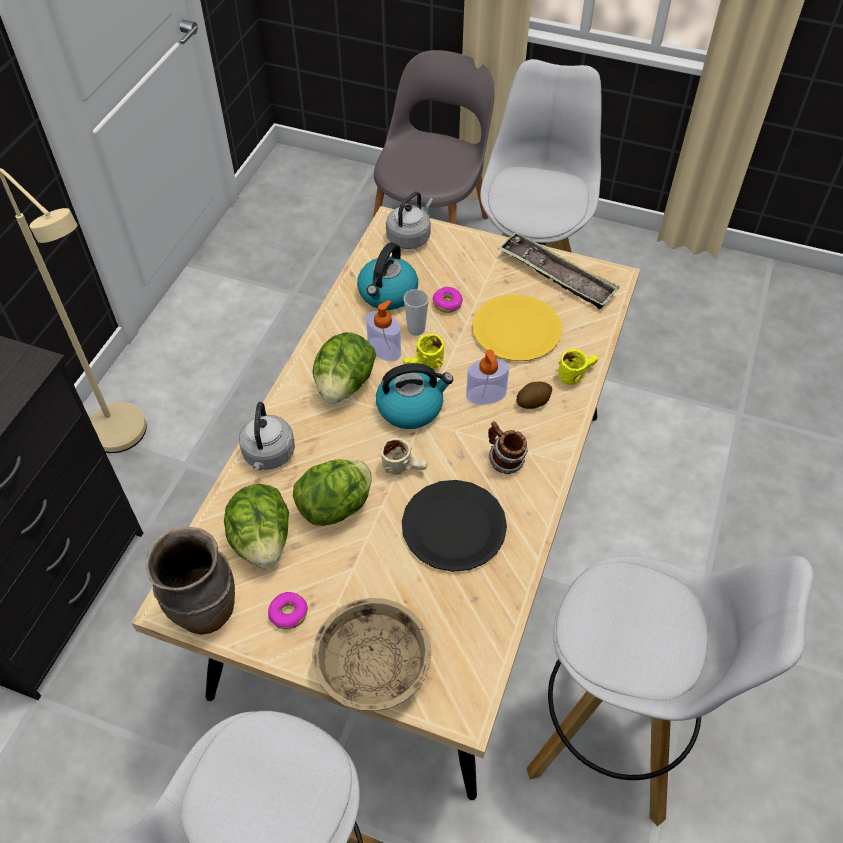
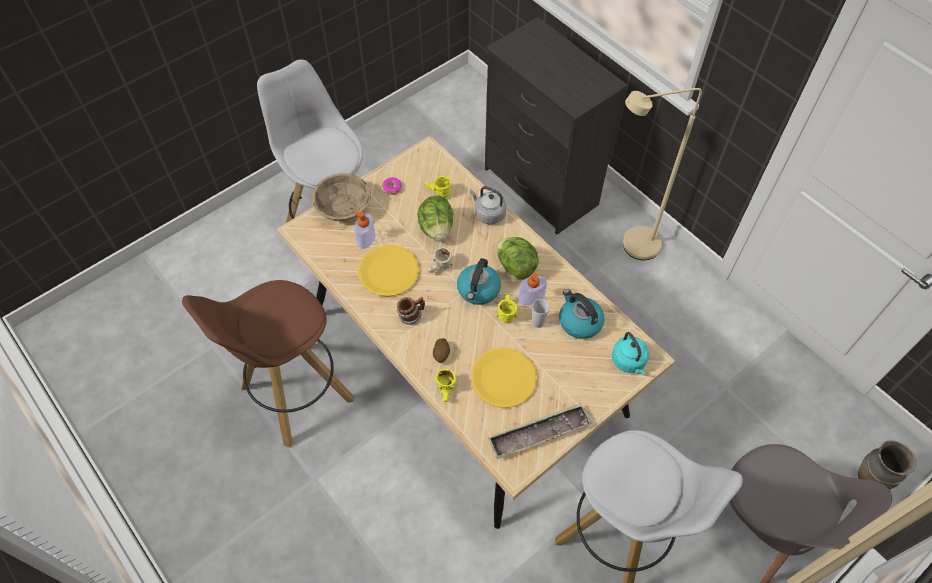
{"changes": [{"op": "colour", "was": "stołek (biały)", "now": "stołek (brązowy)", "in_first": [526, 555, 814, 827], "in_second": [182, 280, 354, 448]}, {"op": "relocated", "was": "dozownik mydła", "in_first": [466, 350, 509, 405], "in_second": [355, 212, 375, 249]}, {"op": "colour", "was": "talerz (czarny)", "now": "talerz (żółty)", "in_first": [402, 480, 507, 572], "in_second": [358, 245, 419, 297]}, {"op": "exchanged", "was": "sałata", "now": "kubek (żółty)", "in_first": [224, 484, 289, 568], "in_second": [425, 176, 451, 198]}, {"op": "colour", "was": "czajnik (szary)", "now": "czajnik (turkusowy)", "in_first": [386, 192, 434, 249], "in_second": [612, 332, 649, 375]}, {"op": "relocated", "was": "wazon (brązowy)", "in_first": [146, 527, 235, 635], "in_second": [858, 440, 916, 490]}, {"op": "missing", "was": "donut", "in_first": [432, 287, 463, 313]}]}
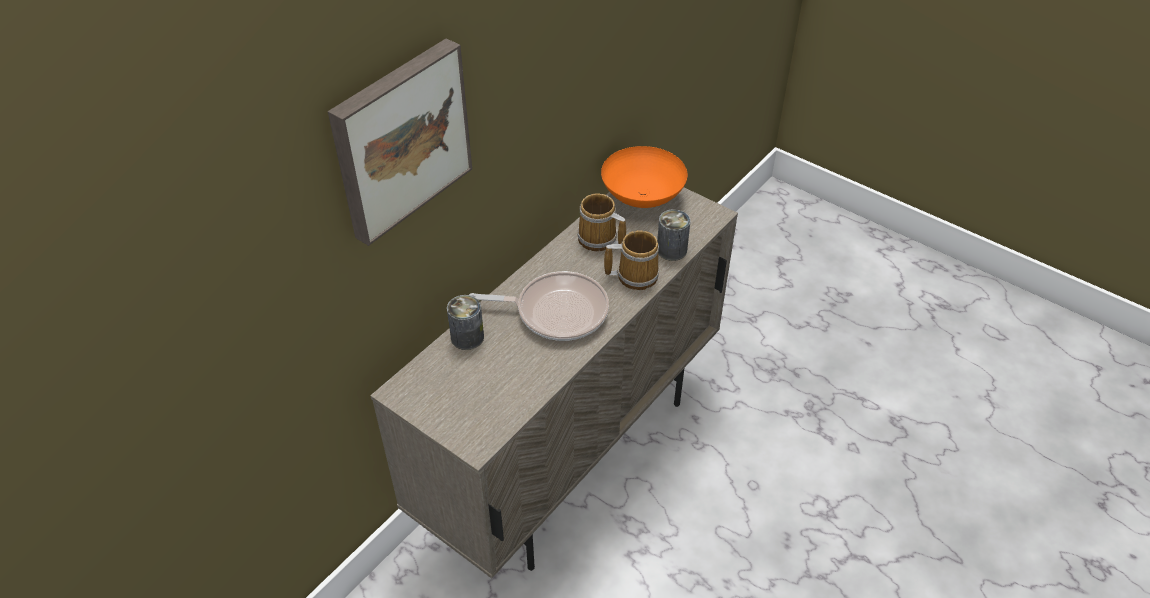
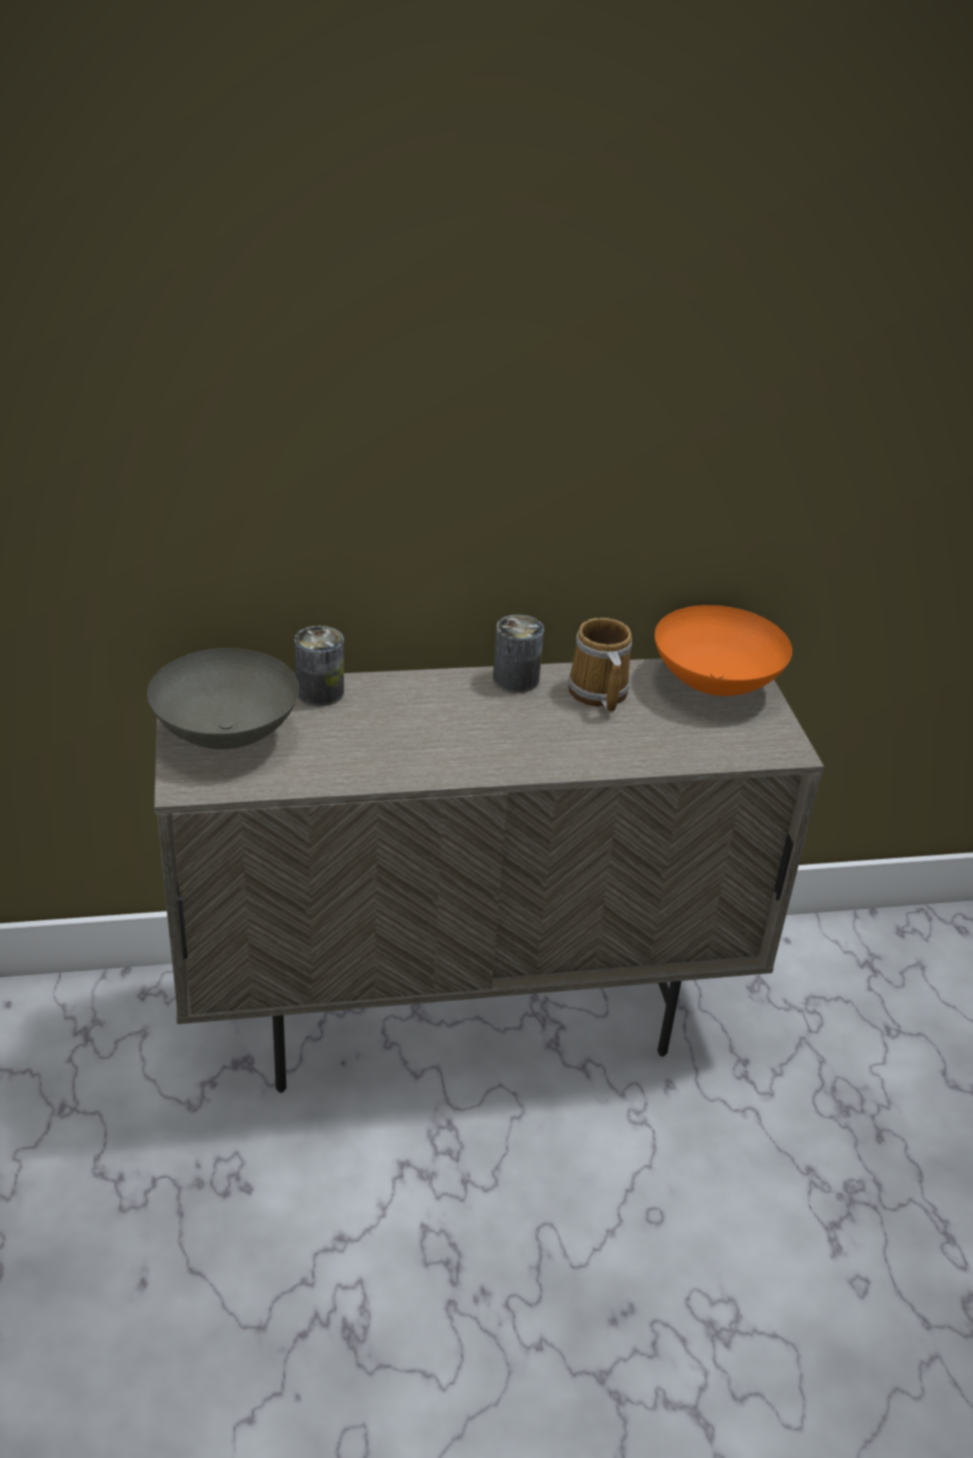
{"changes": [{"op": "appeared", "now": "miska (szary)", "in_second": [147, 648, 299, 749]}, {"op": "relocated", "was": "puszka", "in_first": [657, 209, 691, 261], "in_second": [493, 615, 544, 693]}, {"op": "missing", "was": "obraz", "in_first": [328, 38, 472, 246]}, {"op": "missing", "was": "patelnia", "in_first": [469, 271, 609, 341]}, {"op": "missing", "was": "kubek", "in_first": [604, 230, 659, 290]}]}
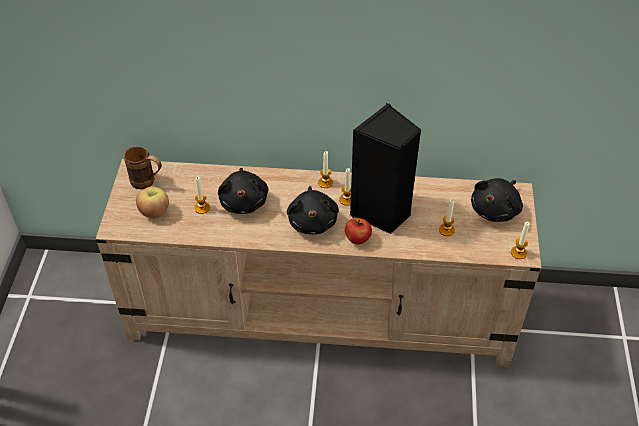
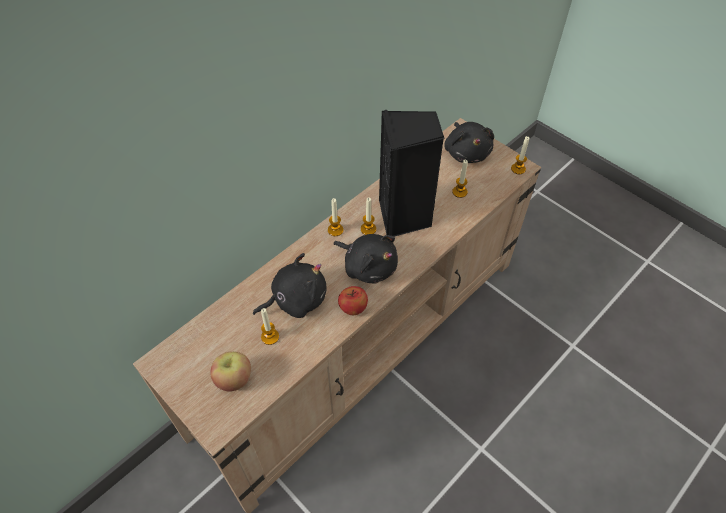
{"changes": [{"op": "spun", "was": "pluszak (czarny)", "in_first": [218, 168, 268, 214], "in_second": [253, 253, 327, 318], "clockwise": -60}, {"op": "relocated", "was": "jabłko", "in_first": [345, 218, 372, 245], "in_second": [338, 286, 368, 315]}, {"op": "missing", "was": "kubek (brązowy)", "in_first": [124, 146, 162, 189]}]}
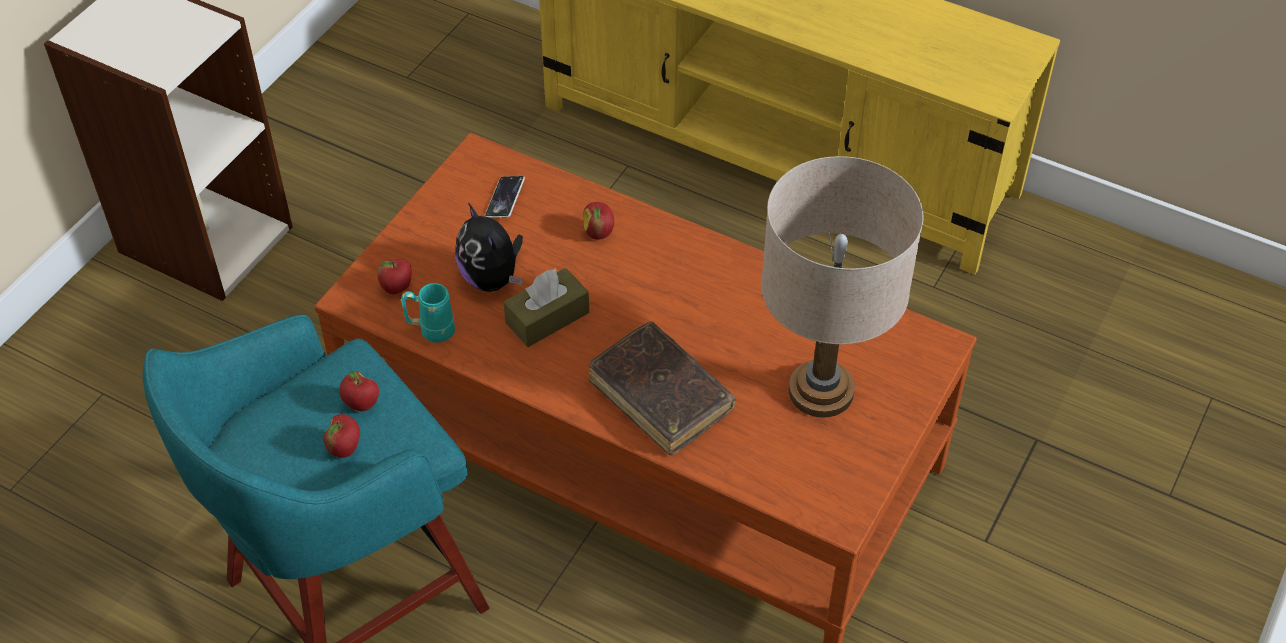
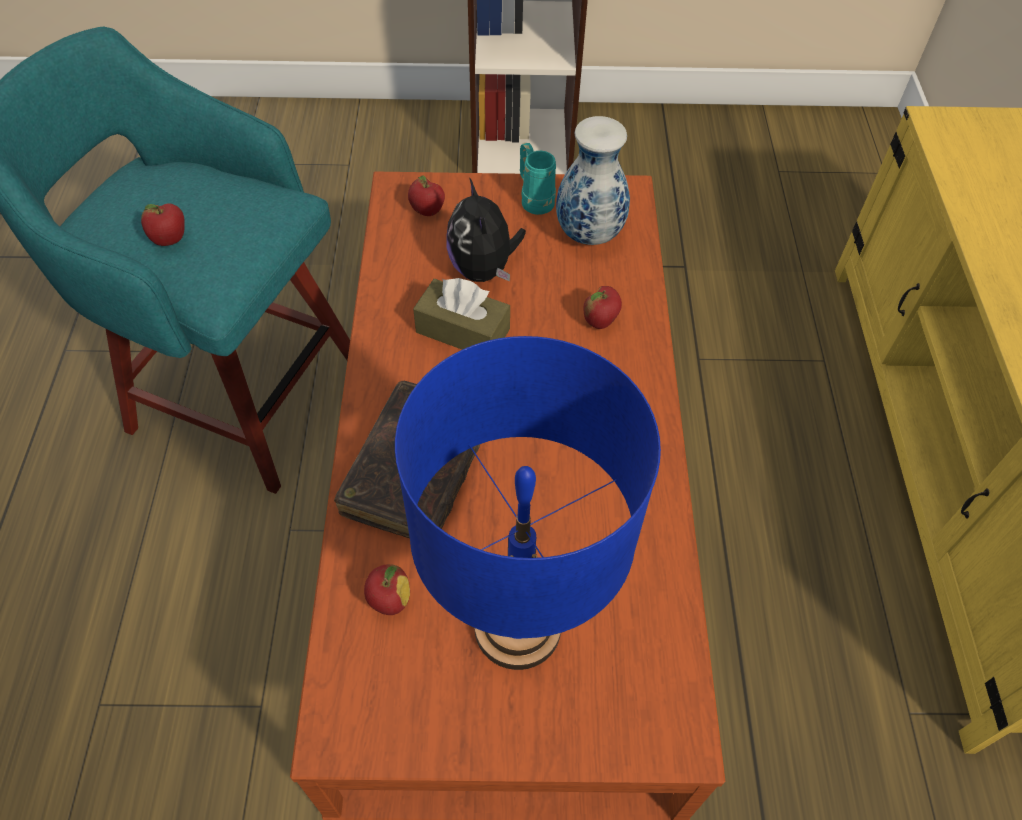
{"changes": [{"op": "relocated", "was": "jabłko", "in_first": [339, 371, 379, 411], "in_second": [364, 564, 410, 615]}, {"op": "colour", "was": "lampa stołowa (beżowy)", "now": "lampa stołowa (niebieski)", "in_first": [761, 156, 924, 418], "in_second": [395, 336, 661, 670]}, {"op": "spun", "was": "pluszak", "in_first": [455, 203, 523, 292], "in_second": [446, 179, 526, 282], "clockwise": -45}, {"op": "relocated", "was": "kubek (turkusowy)", "in_first": [401, 283, 455, 343], "in_second": [520, 143, 556, 215]}, {"op": "exchanged", "was": "telefon", "now": "wazon", "in_first": [485, 176, 525, 218], "in_second": [556, 116, 630, 245]}]}
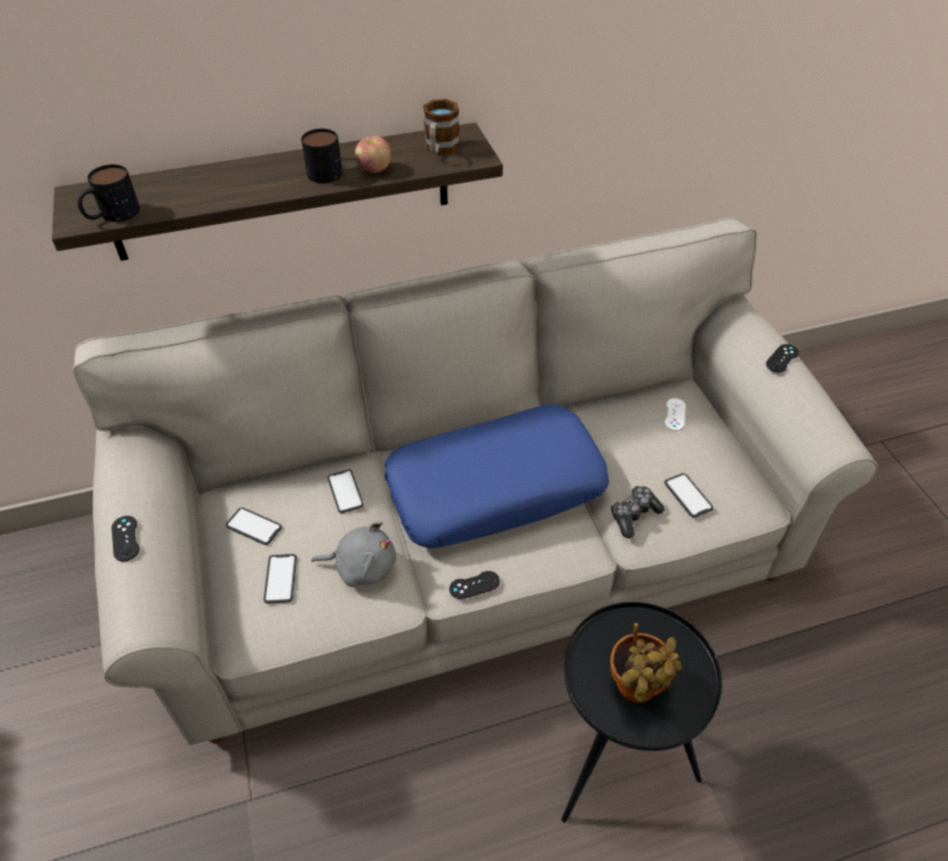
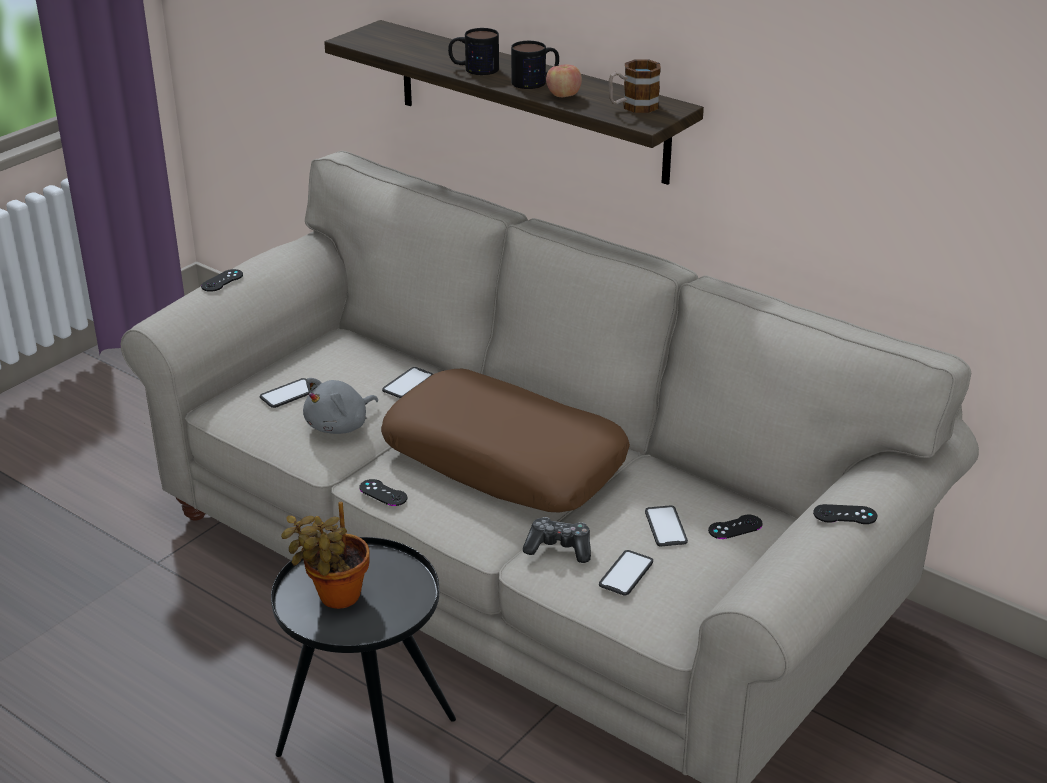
{"changes": [{"op": "spun", "was": "pluszak (szary)", "in_first": [311, 521, 396, 587], "in_second": [303, 378, 378, 434], "clockwise": 75}, {"op": "colour", "was": "poduszka (niebieski)", "now": "poduszka (brązowy)", "in_first": [385, 405, 609, 548], "in_second": [381, 369, 630, 512]}, {"op": "relocated", "was": "kubek", "in_first": [77, 164, 140, 222], "in_second": [448, 28, 499, 75]}, {"op": "relocated", "was": "telefon", "in_first": [226, 507, 282, 545], "in_second": [645, 505, 688, 547]}, {"op": "colour", "was": "pad do gier (biały)", "now": "pad do gier (czarny)", "in_first": [664, 398, 686, 431], "in_second": [708, 515, 763, 539]}]}
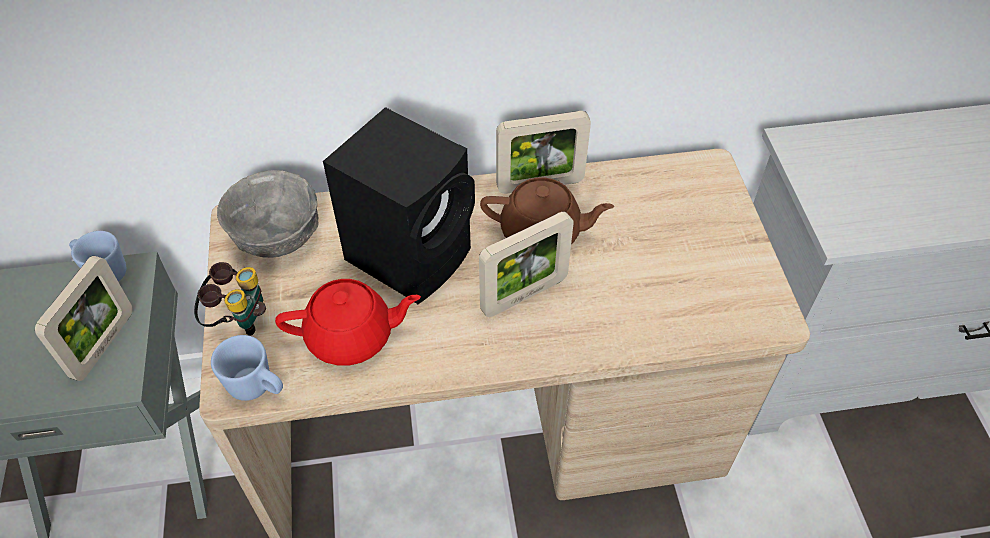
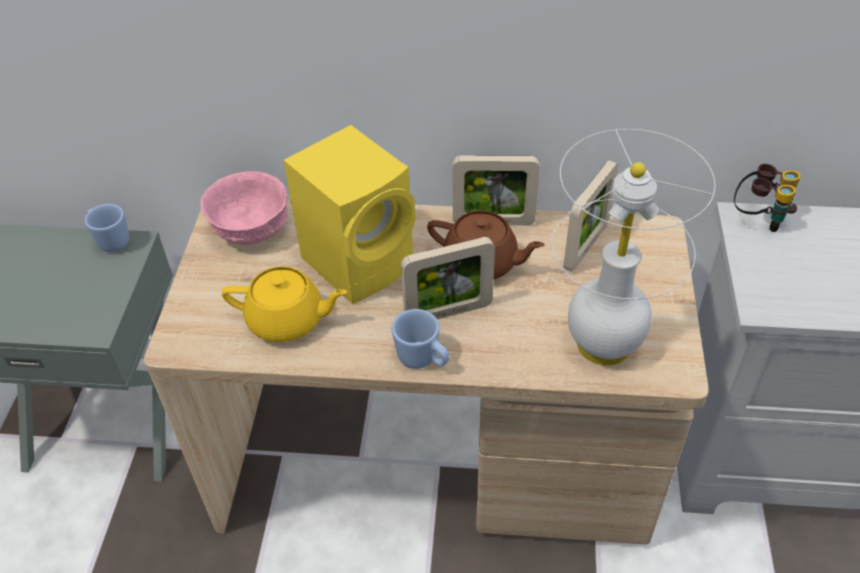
{"changes": [{"op": "colour", "was": "miska (szary)", "now": "miska (różowy)", "in_first": [217, 170, 319, 258], "in_second": [200, 171, 288, 245]}, {"op": "colour", "was": "imbryk (czerwony)", "now": "imbryk (żółty)", "in_first": [275, 279, 421, 366], "in_second": [222, 266, 347, 342]}, {"op": "colour", "was": "głośnik (czarny)", "now": "głośnik (żółty)", "in_first": [323, 107, 475, 304], "in_second": [284, 125, 415, 304]}, {"op": "relocated", "was": "kubek (niebieski)", "in_first": [211, 335, 283, 401], "in_second": [392, 309, 449, 369]}, {"op": "appeared", "now": "lampa stołowa (biały)", "in_second": [552, 129, 715, 365]}, {"op": "relocated", "was": "ramka na zdjęcie", "in_first": [35, 256, 132, 381], "in_second": [563, 160, 618, 271]}, {"op": "relocated", "was": "lornetka", "in_first": [194, 262, 266, 336], "in_second": [734, 164, 801, 232]}]}
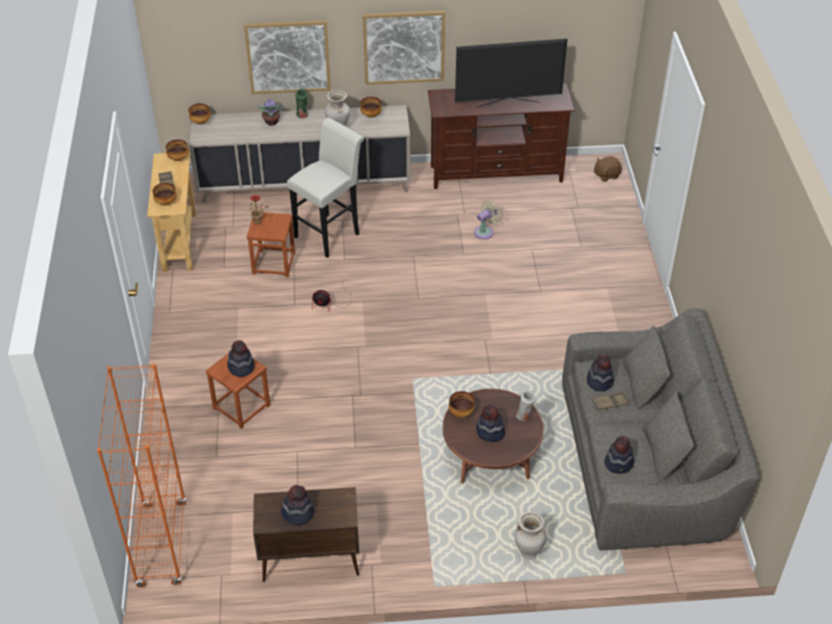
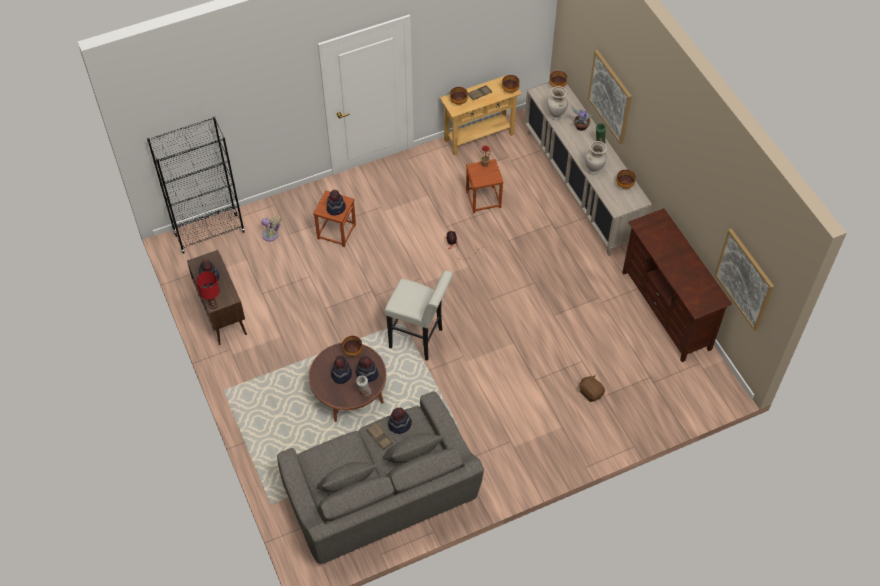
{"changes": [{"op": "colour", "was": "regał (pomarańczowy)", "now": "regał (czarny)", "in_first": [97, 364, 187, 588], "in_second": [147, 117, 245, 254]}, {"op": "appeared", "now": "lampa stołowa (czerwony)", "in_second": [196, 271, 220, 309]}, {"op": "relocated", "was": "wentylator (beżowy)", "in_first": [474, 199, 501, 240], "in_second": [261, 216, 282, 242]}, {"op": "relocated", "was": "kapelusz", "in_first": [604, 436, 634, 474], "in_second": [356, 356, 378, 382]}, {"op": "relocated", "was": "stołek (biały)", "in_first": [287, 118, 364, 258], "in_second": [385, 271, 453, 361]}, {"op": "relocated", "was": "wazon (beżowy)", "in_first": [515, 511, 546, 560], "in_second": [547, 86, 568, 120]}, {"op": "relocated", "was": "pluszak (brązowy)", "in_first": [594, 156, 622, 182], "in_second": [579, 375, 605, 402]}, {"op": "relocated", "was": "obraz", "in_first": [363, 10, 445, 85], "in_second": [714, 229, 774, 331]}, {"op": "missing", "was": "telewizor", "in_first": [455, 39, 567, 108]}]}
